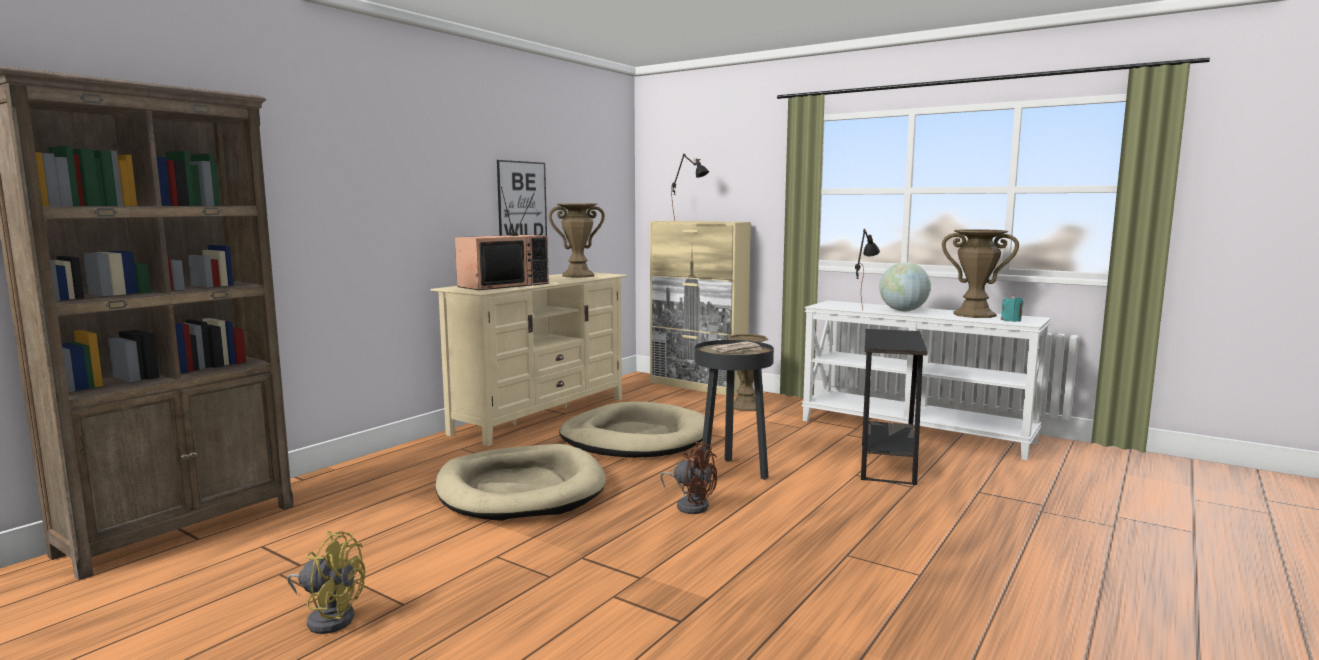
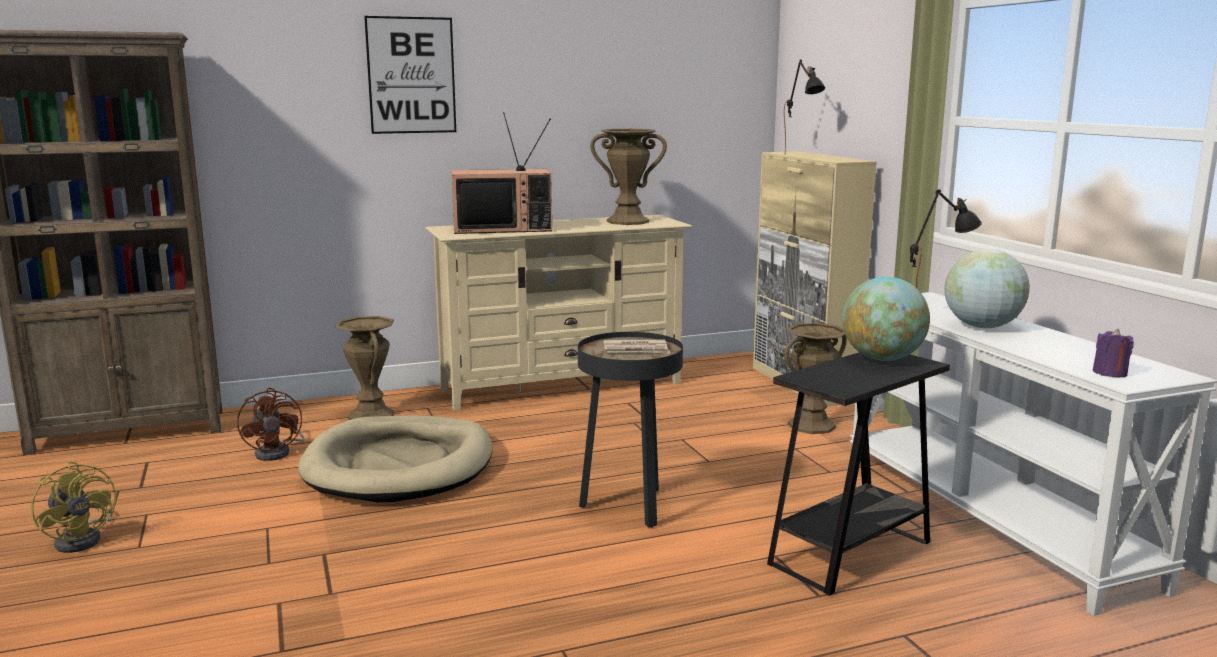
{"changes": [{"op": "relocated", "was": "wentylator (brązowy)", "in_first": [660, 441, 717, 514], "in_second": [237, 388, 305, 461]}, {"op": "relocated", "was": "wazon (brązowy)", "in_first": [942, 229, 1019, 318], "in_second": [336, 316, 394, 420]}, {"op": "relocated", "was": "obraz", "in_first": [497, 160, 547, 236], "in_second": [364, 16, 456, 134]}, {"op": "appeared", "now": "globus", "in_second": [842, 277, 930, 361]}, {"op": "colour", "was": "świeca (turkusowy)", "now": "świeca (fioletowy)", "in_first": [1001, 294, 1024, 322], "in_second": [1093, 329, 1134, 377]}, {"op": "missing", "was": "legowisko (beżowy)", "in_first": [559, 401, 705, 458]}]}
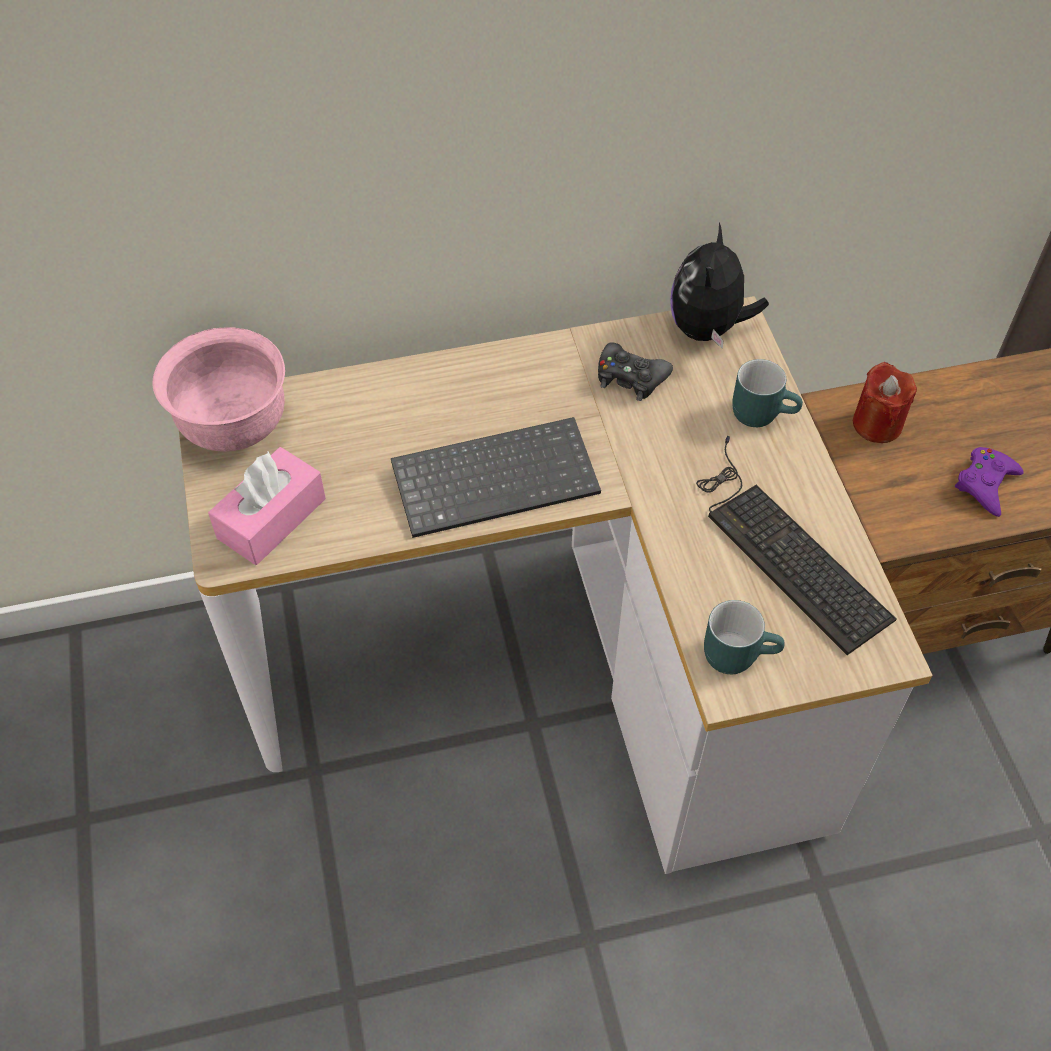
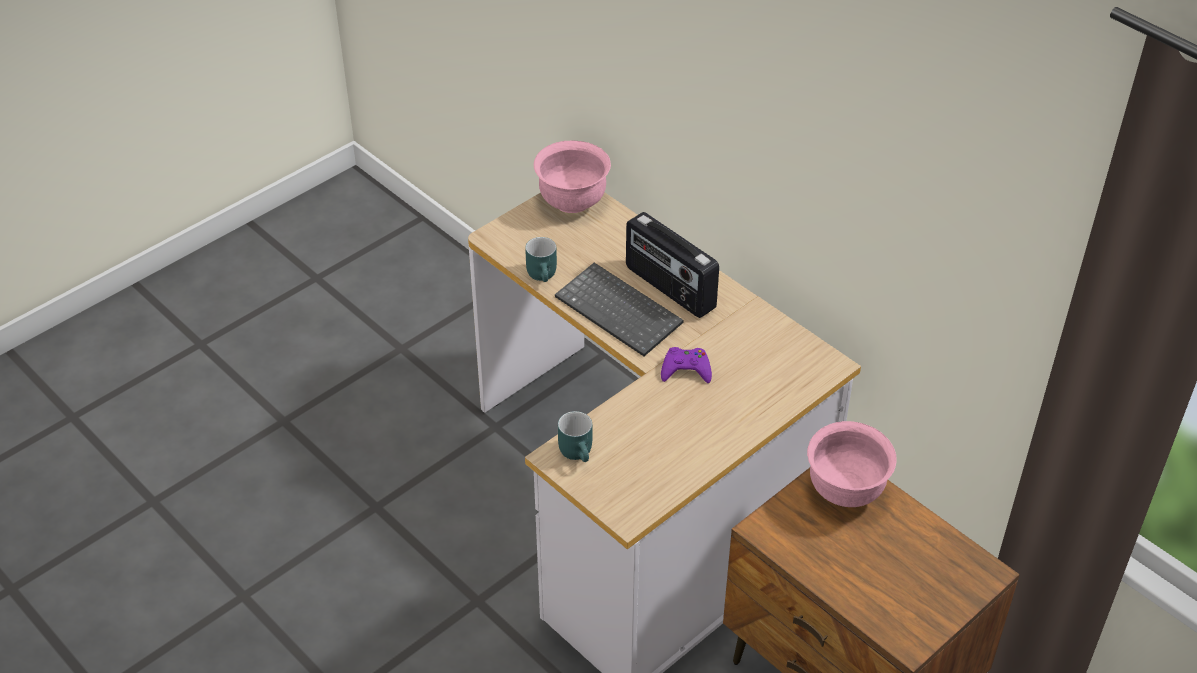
{"changes": [{"op": "relocated", "was": "kubek (turkusowy)", "in_first": [732, 359, 803, 427], "in_second": [525, 237, 557, 282]}, {"op": "appeared", "now": "radio", "in_second": [626, 212, 719, 318]}, {"op": "relocated", "was": "pad do gier (fioletowy)", "in_first": [955, 447, 1024, 517], "in_second": [661, 347, 712, 383]}, {"op": "exchanged", "was": "świeca (czerwony)", "now": "miska (różowy)", "in_first": [853, 362, 917, 443], "in_second": [807, 421, 897, 507]}, {"op": "missing", "was": "pudełko chusteczek (różowy)", "in_first": [208, 447, 326, 565]}, {"op": "missing", "was": "pad do gier (czarny)", "in_first": [598, 342, 673, 401]}, {"op": "missing", "was": "pluszak", "in_first": [670, 223, 769, 349]}, {"op": "missing", "was": "klawiatura", "in_first": [696, 436, 896, 655]}]}
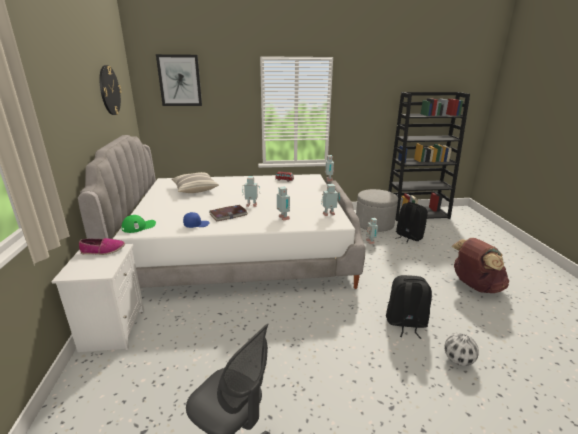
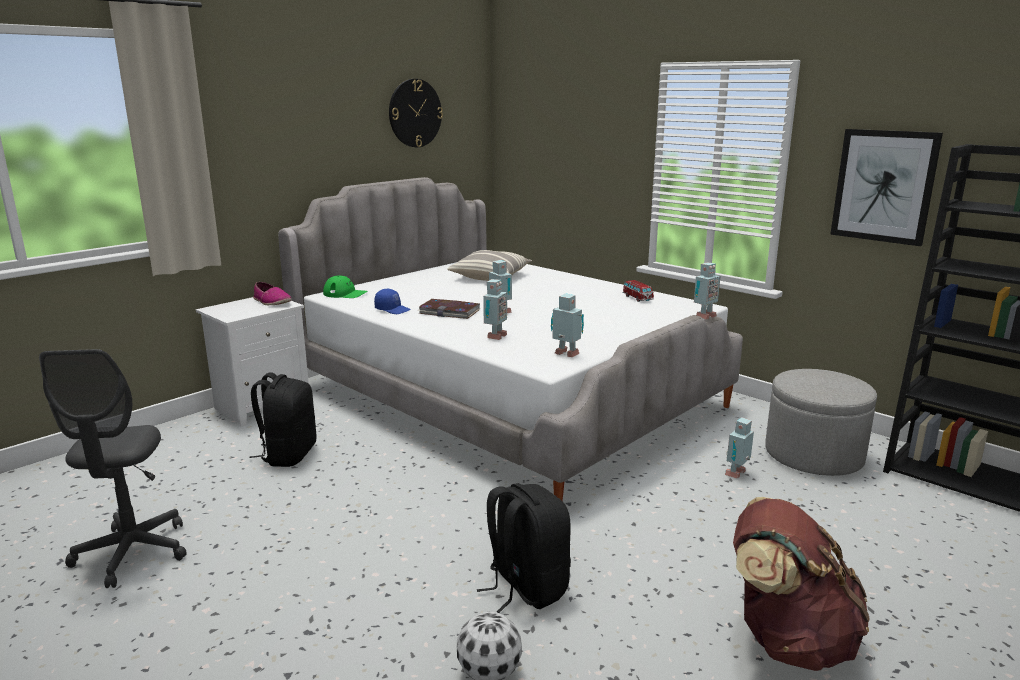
{"changes": [{"op": "relocated", "was": "plecak (czarny)", "in_first": [396, 202, 428, 243], "in_second": [249, 373, 316, 467]}, {"op": "relocated", "was": "obraz", "in_first": [156, 54, 202, 106], "in_second": [830, 129, 943, 246]}]}
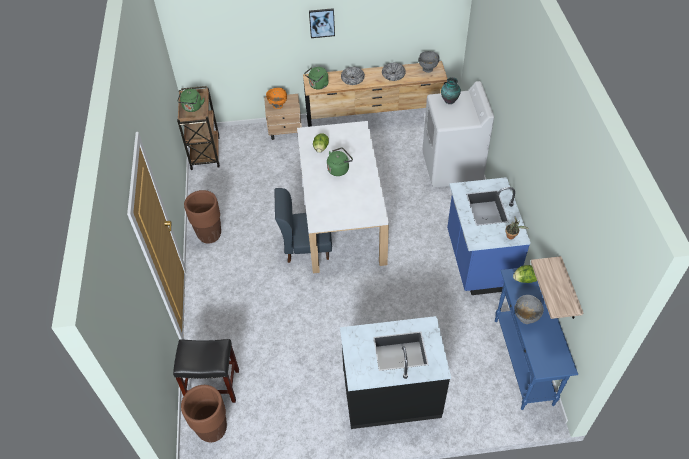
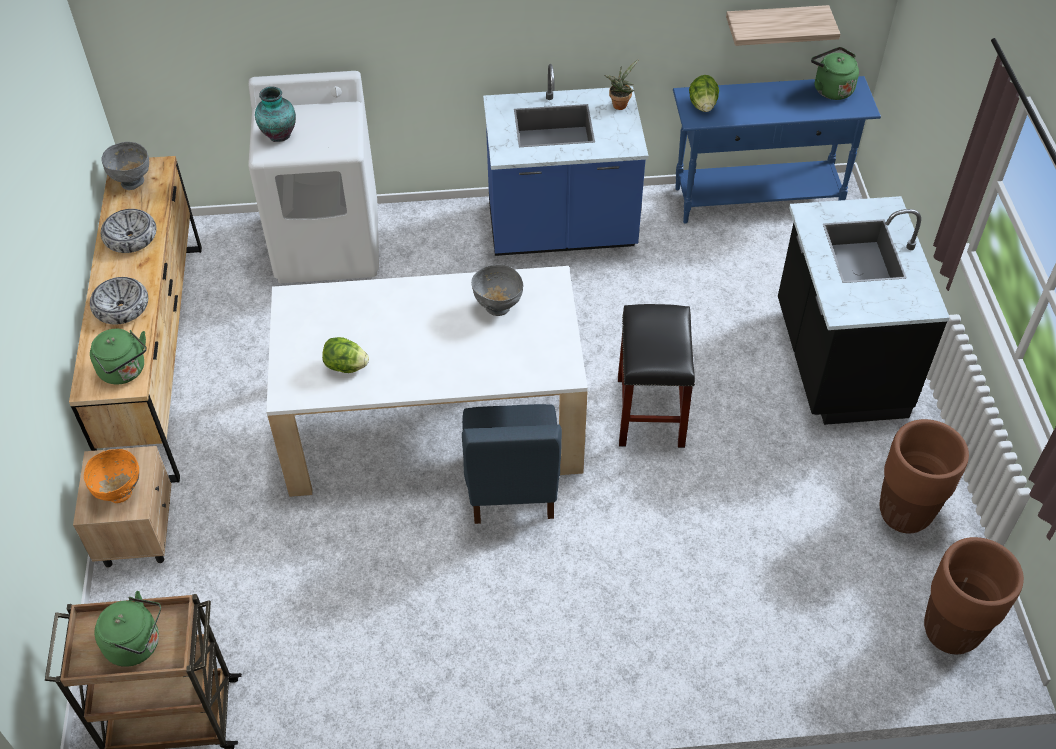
{"changes": [{"op": "relocated", "was": "miska (szary)", "in_first": [515, 295, 544, 324], "in_second": [471, 265, 523, 316]}, {"op": "relocated", "was": "stołek (czarny)", "in_first": [173, 339, 239, 403], "in_second": [618, 304, 695, 448]}, {"op": "relocated", "was": "czajnik (zielony)", "in_first": [327, 147, 353, 176], "in_second": [811, 47, 859, 100]}, {"op": "relocated", "was": "donica (brązowy)", "in_first": [184, 190, 221, 244], "in_second": [880, 419, 969, 534]}, {"op": "missing", "was": "obraz", "in_first": [309, 8, 335, 38]}]}
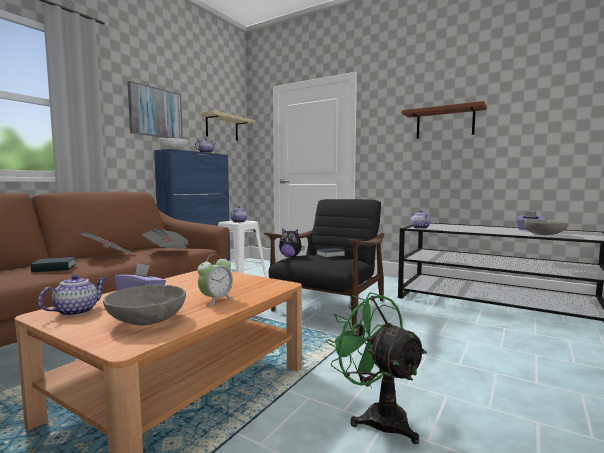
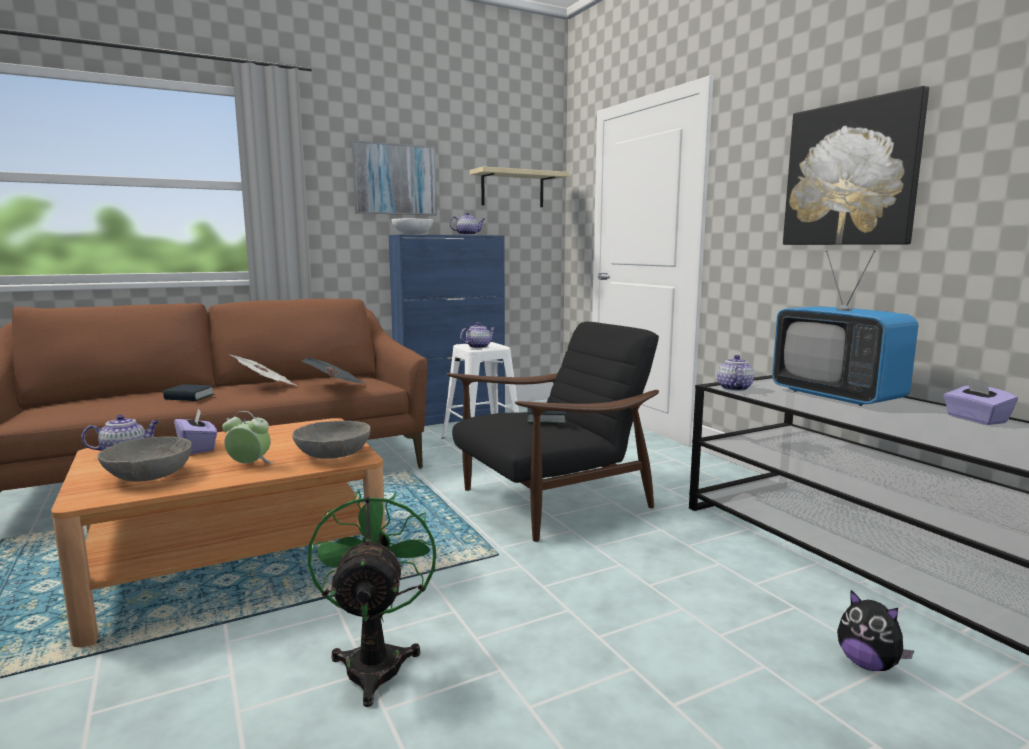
{"changes": [{"op": "spun", "was": "budzik", "in_first": [197, 254, 233, 306], "in_second": [222, 411, 273, 464], "clockwise": -150}, {"op": "relocated", "was": "miska (szary)", "in_first": [523, 220, 569, 235], "in_second": [292, 421, 371, 459]}, {"op": "appeared", "now": "telewizor", "in_second": [772, 251, 918, 406]}, {"op": "exchanged", "was": "półka (brązowy)", "now": "obraz", "in_first": [401, 101, 487, 139], "in_second": [783, 86, 929, 245]}, {"op": "relocated", "was": "pluszak", "in_first": [279, 228, 305, 257], "in_second": [837, 590, 914, 671]}]}
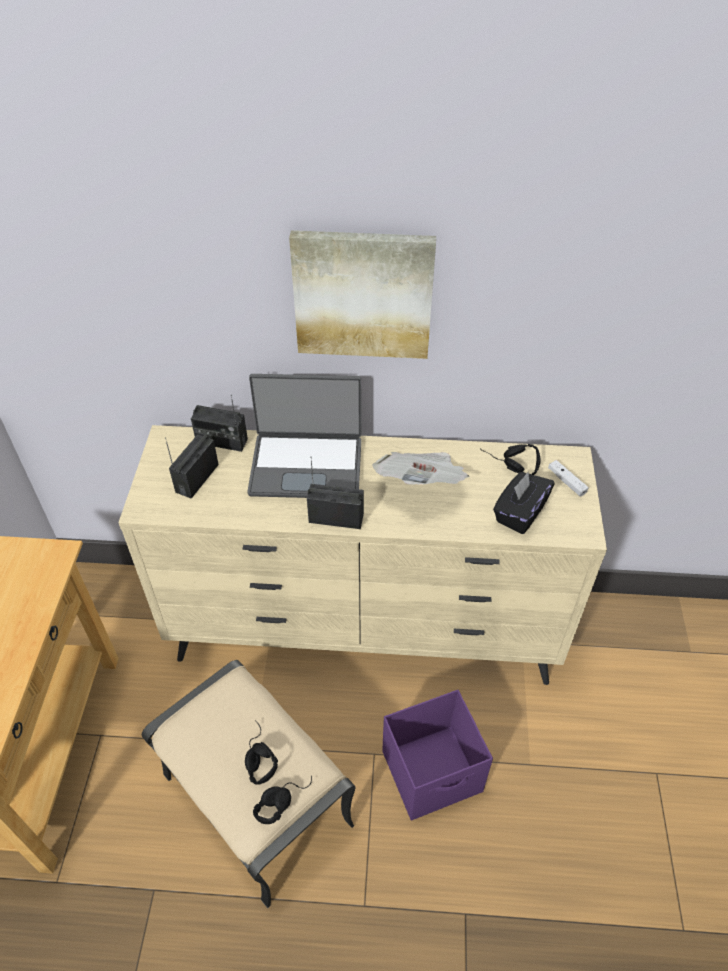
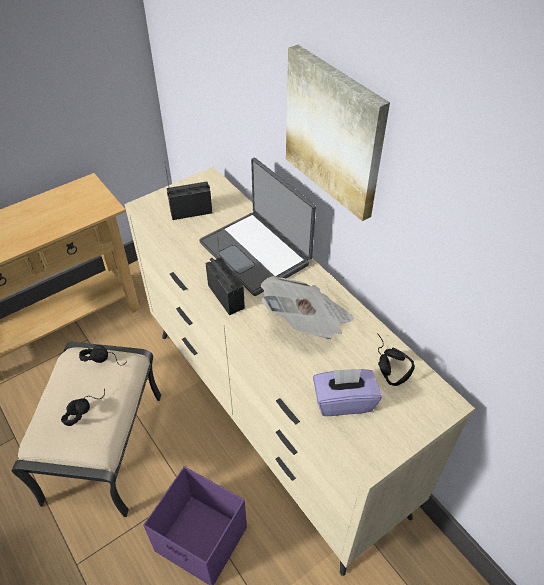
{"changes": [{"op": "relocated", "was": "słuchawki (czarny)", "in_first": [253, 775, 312, 824], "in_second": [79, 345, 127, 366]}, {"op": "colour", "was": "pudełko chusteczek (czarny)", "now": "pudełko chusteczek (fioletowy)", "in_first": [493, 472, 555, 534], "in_second": [313, 369, 382, 416]}, {"op": "missing", "was": "radio", "in_first": [191, 395, 248, 452]}, {"op": "missing", "was": "pad do gier (biały)", "in_first": [548, 460, 589, 497]}]}
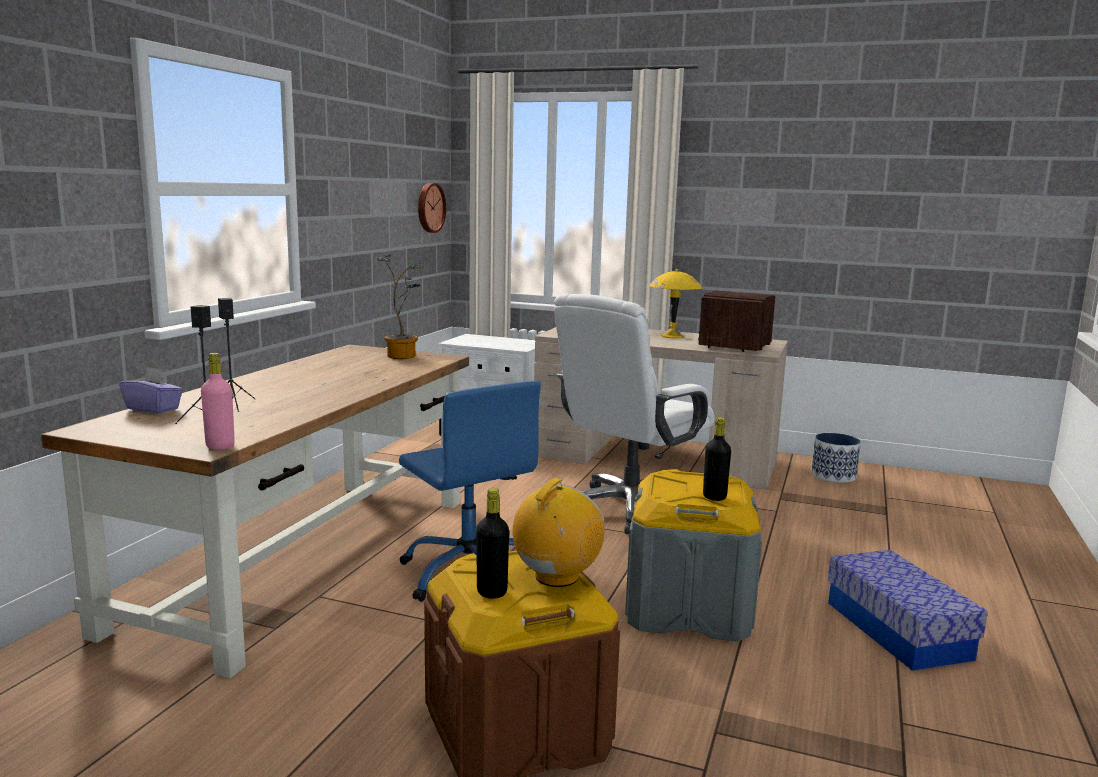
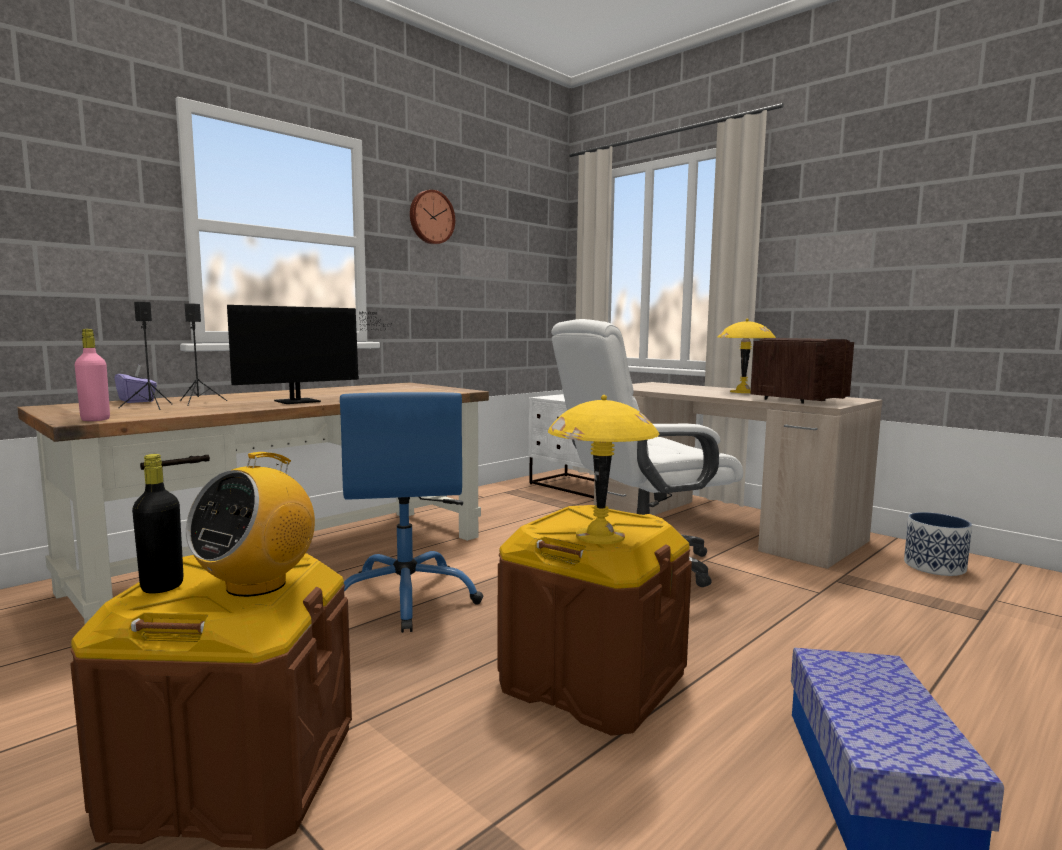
{"changes": [{"op": "spun", "was": "radio", "in_first": [512, 478, 604, 587], "in_second": [186, 452, 315, 597], "clockwise": 150}, {"op": "appeared", "now": "monitor", "in_second": [227, 305, 390, 404]}, {"op": "relocated", "was": "zegar ścienny", "in_first": [418, 183, 446, 233], "in_second": [410, 190, 455, 244]}, {"op": "colour", "was": "pojemnik do przechowywania (szary)", "now": "pojemnik do przechowywania (brązowy)", "in_first": [625, 469, 762, 641], "in_second": [497, 505, 692, 736]}, {"op": "exchanged", "was": "butelka (czarny)", "now": "lampa stołowa (żółty)", "in_first": [703, 417, 731, 501], "in_second": [548, 395, 659, 544]}, {"op": "missing", "was": "roślina doniczkowa", "in_first": [377, 254, 422, 359]}]}
